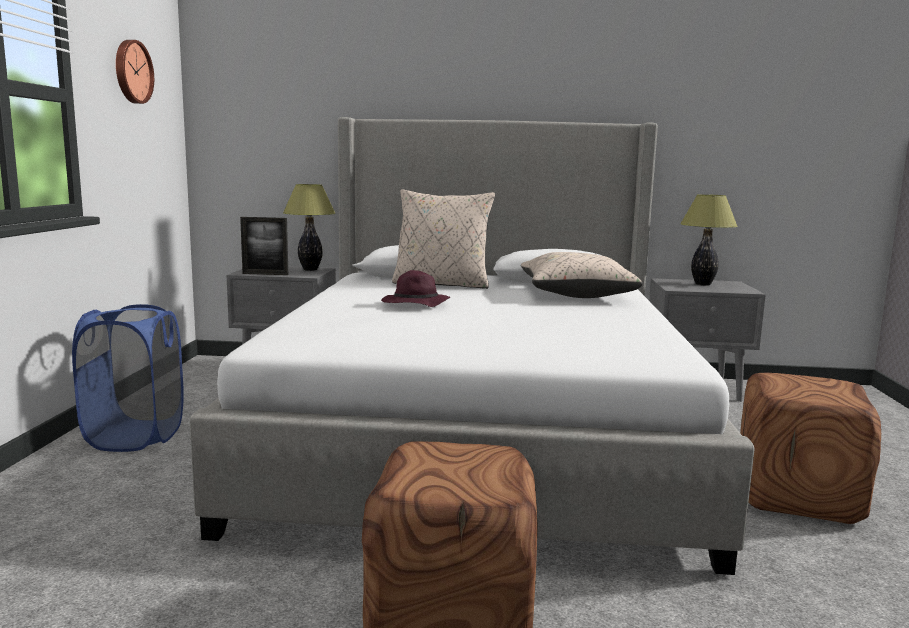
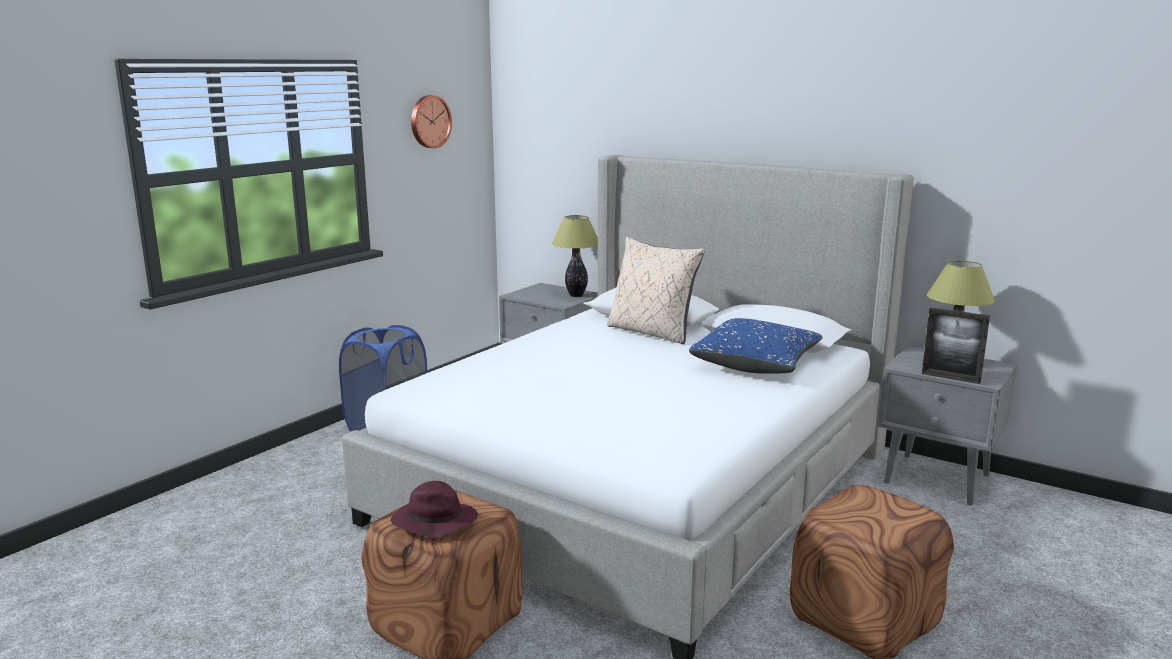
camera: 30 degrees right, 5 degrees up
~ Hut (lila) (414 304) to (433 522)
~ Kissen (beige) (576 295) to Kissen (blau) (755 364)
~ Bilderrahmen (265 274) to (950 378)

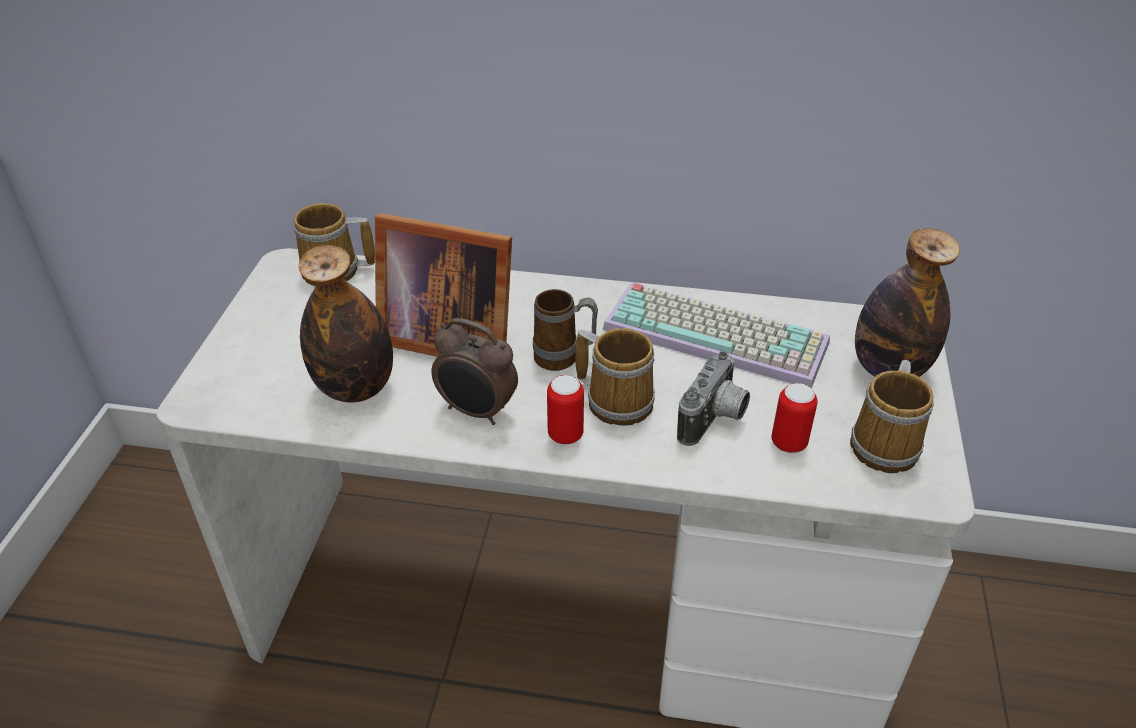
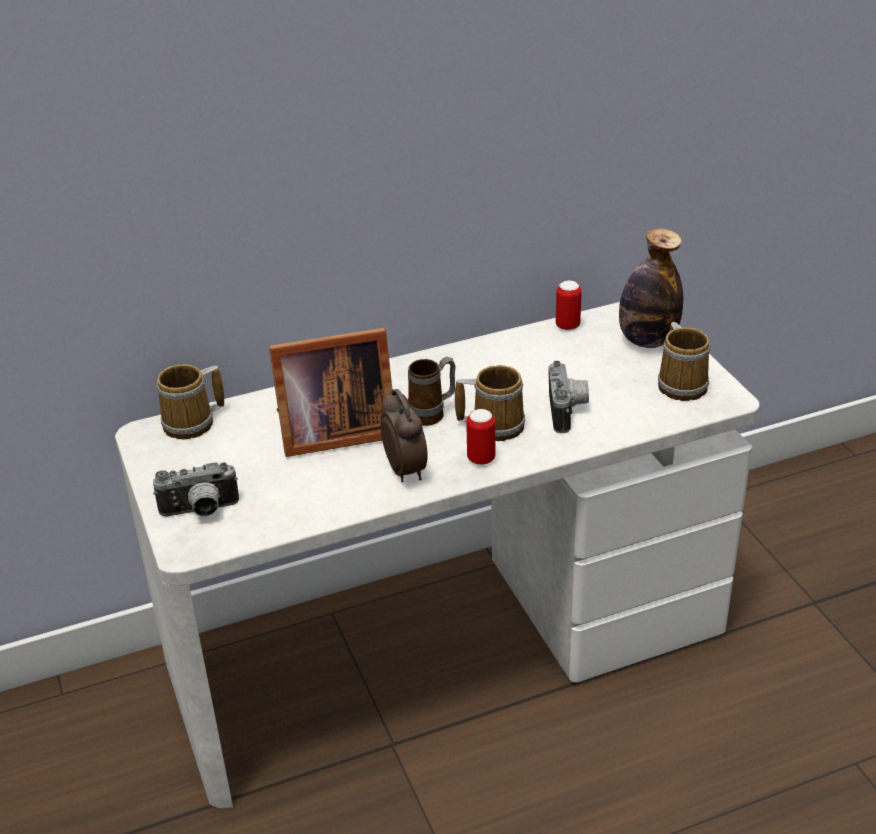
camera: 30 degrees left, 5 degrees down
+ Kamera (200 512)
~ Wecker (477 412) = (406 469) 105 degrees counterclockwise
~ Dose (788 443) to (567 326)
- Flasche (355 388)
- Tastatur (719 334)

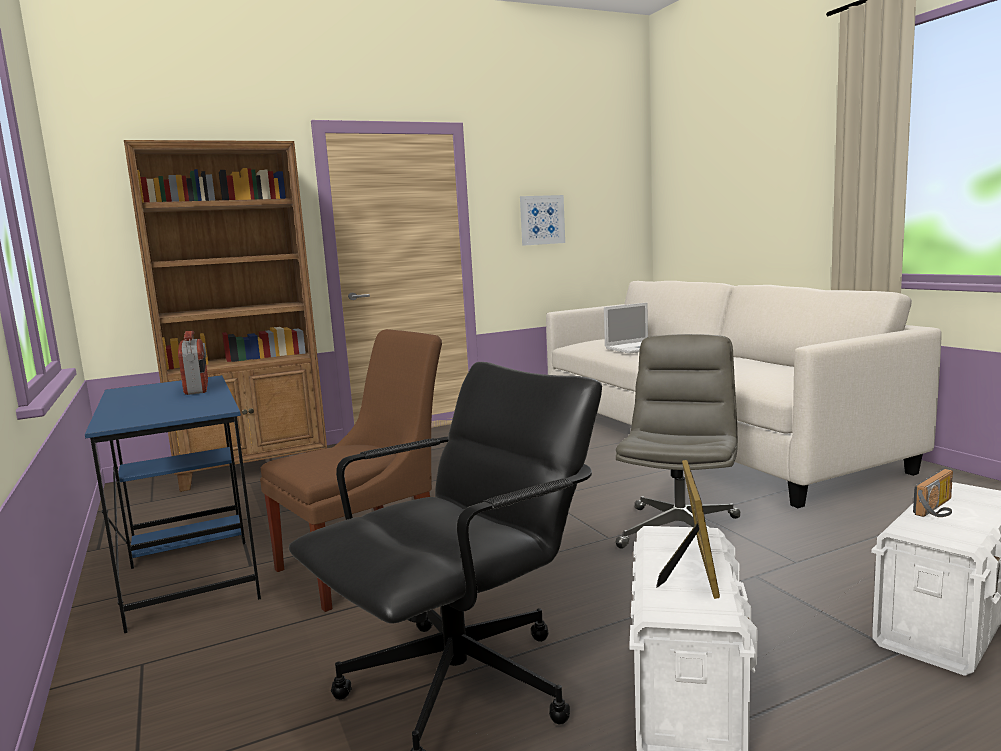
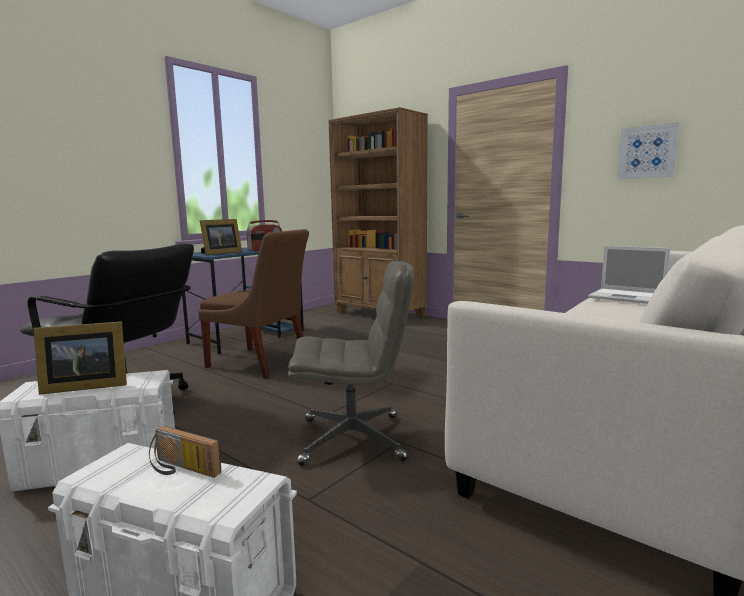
camera: 65 degrees right, 0 degrees up
+ Bilderrahmen (220 253)

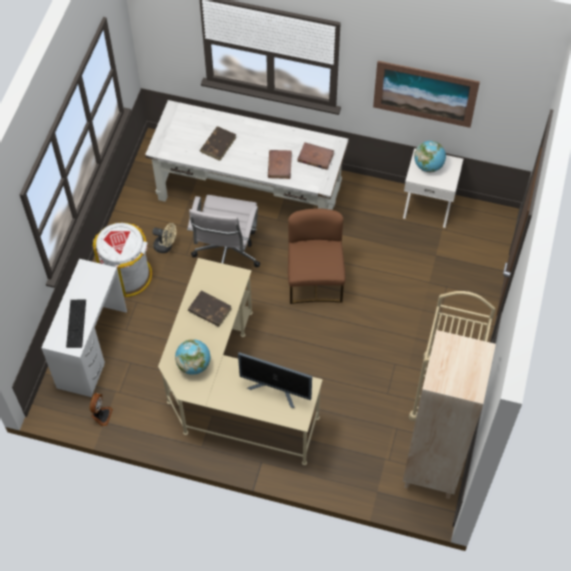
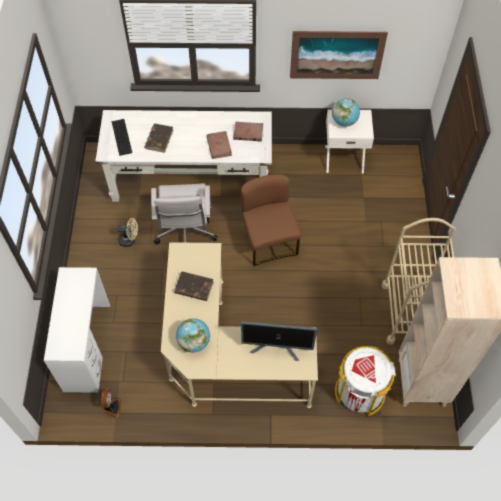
camera: 15 degrees left, 0 degrees up
~ Tastatur (76 323) to (121 137)
~ Mülleimer (weiß) (127 274) to (360 391)

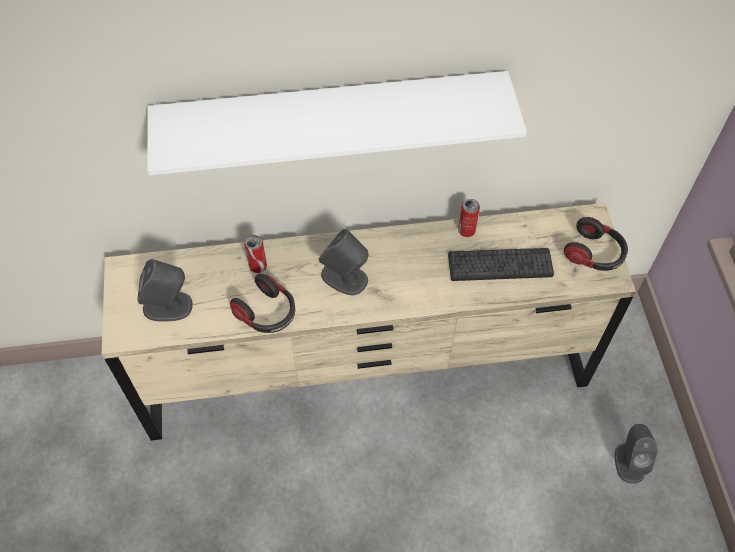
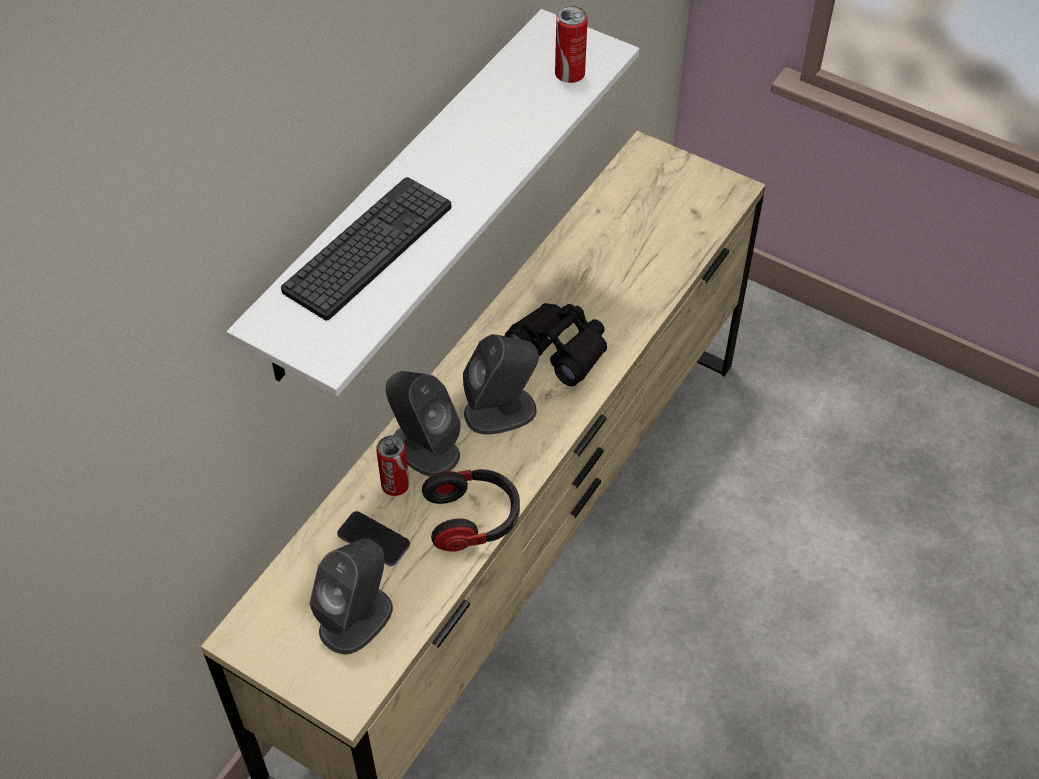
camera: 50 degrees left, 5 degrees down
~ Tastatur (500 265) to (368 248)
+ Handy (373 540)
~ Lautsprecher (grau) (629 462) to (424 448)
+ Fernglas (schwarz) (560 348)
~ Dose (466 230) to (569 74)
- Kopfhörer (594 254)

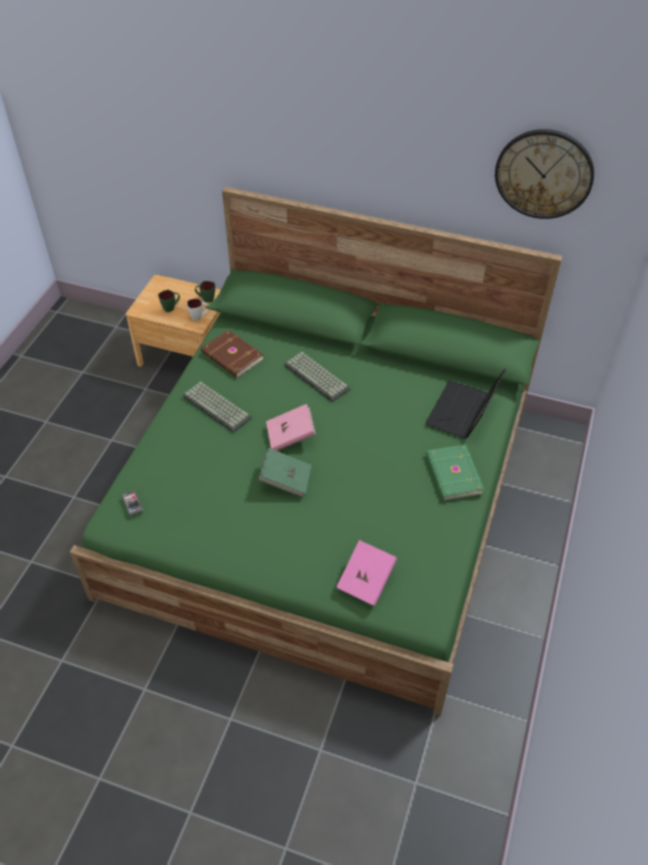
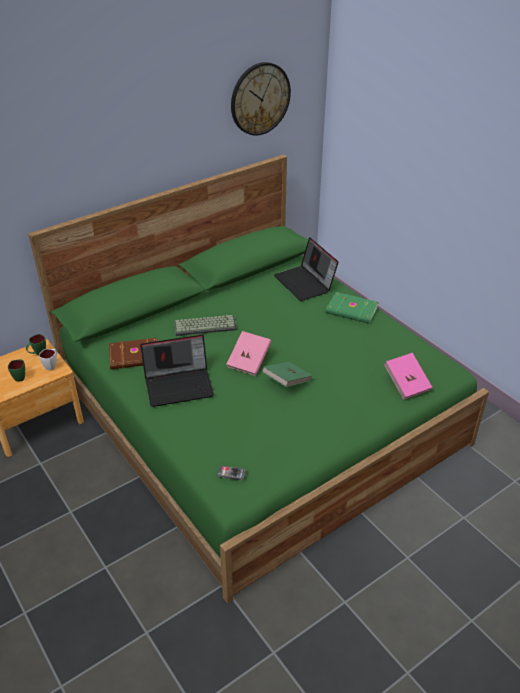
camera: 55 degrees left, 10 degrees down
~ Tastatur (218 407) to Laptop (179 385)

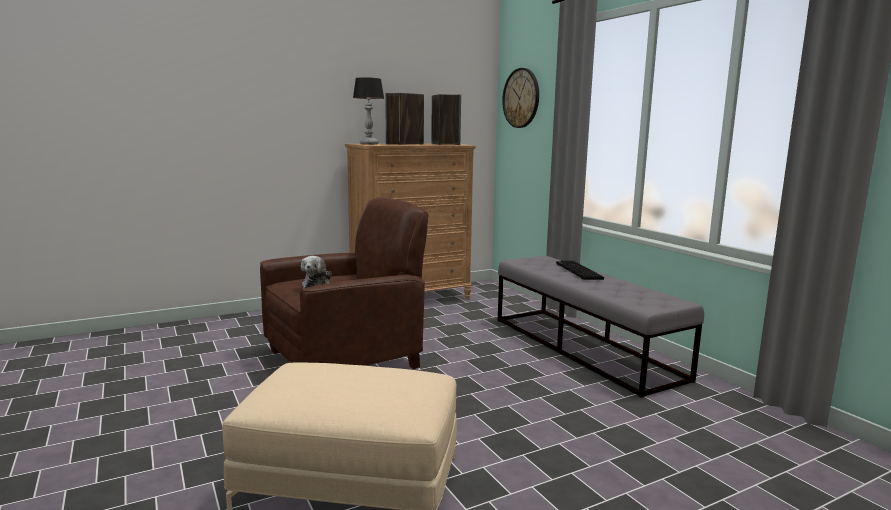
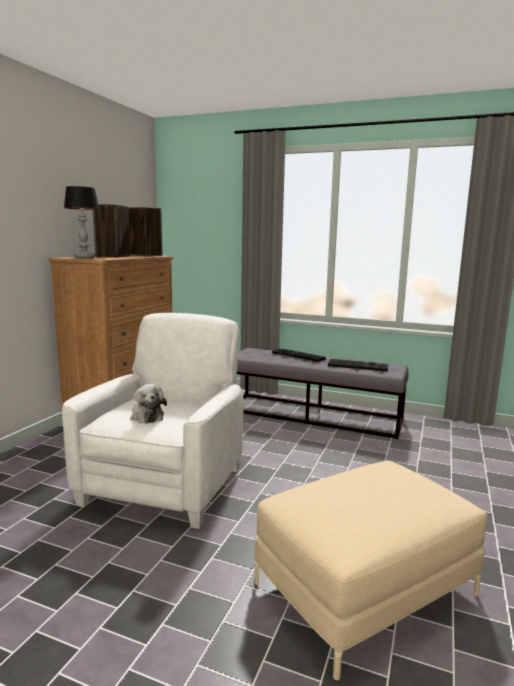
camera: 40 degrees left, 0 degrees up
~ Sessel (braun) (345 359) to Sessel (weiß) (165 484)
+ Tastatur (358 366)
- Wanduhr (521 98)

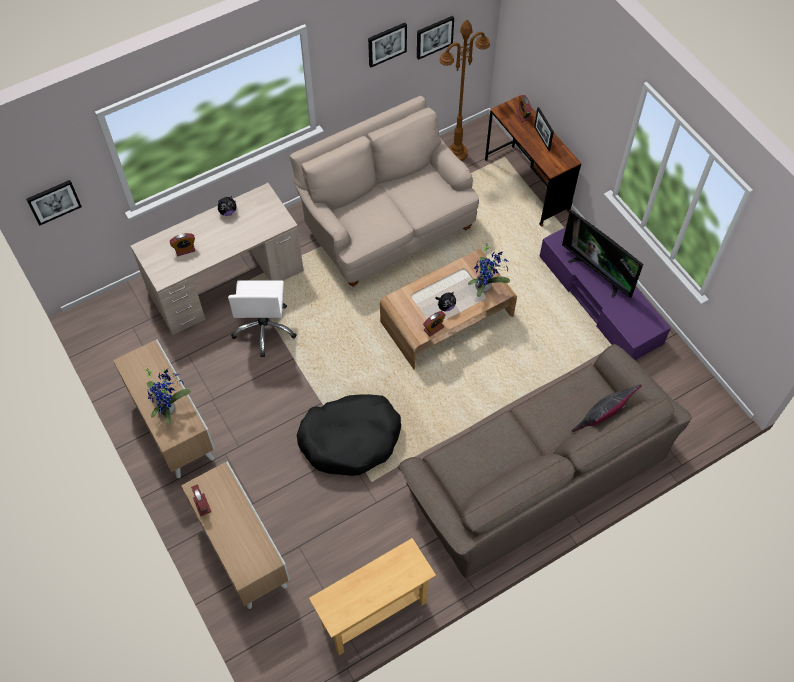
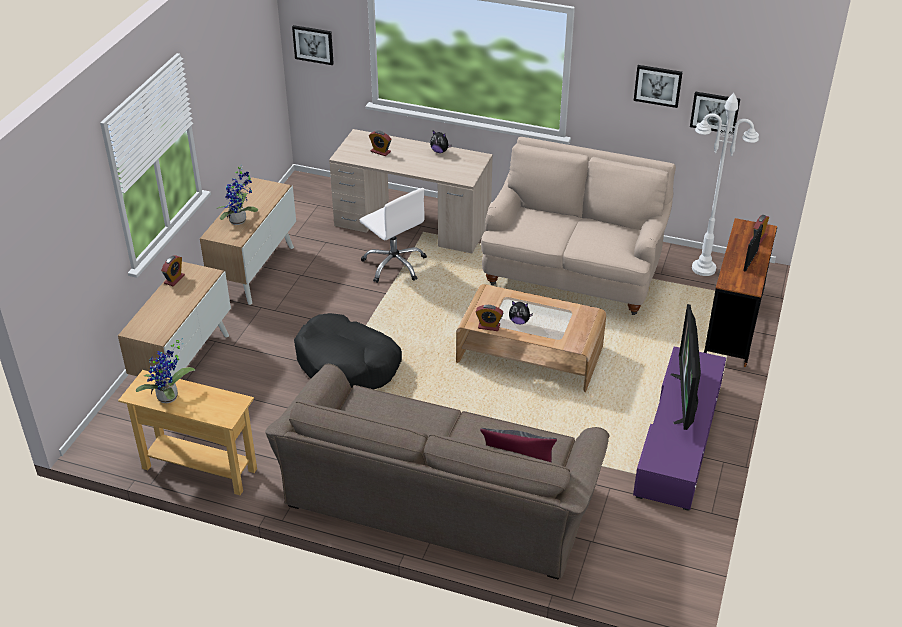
camera: 50 degrees right, 20 degrees down
~ Topfpflanze (485 286) to (169 398)
~ Bürostuhl (weiß) (265 329) = (394 264) 90 degrees counterclockwise
~ Stehlampe (braun) (457 153) to Stehlampe (weiß) (704 268)

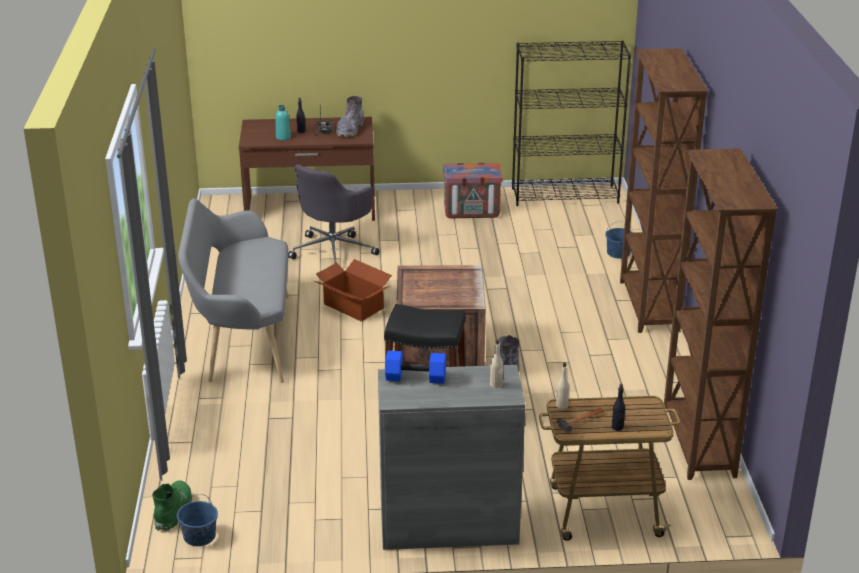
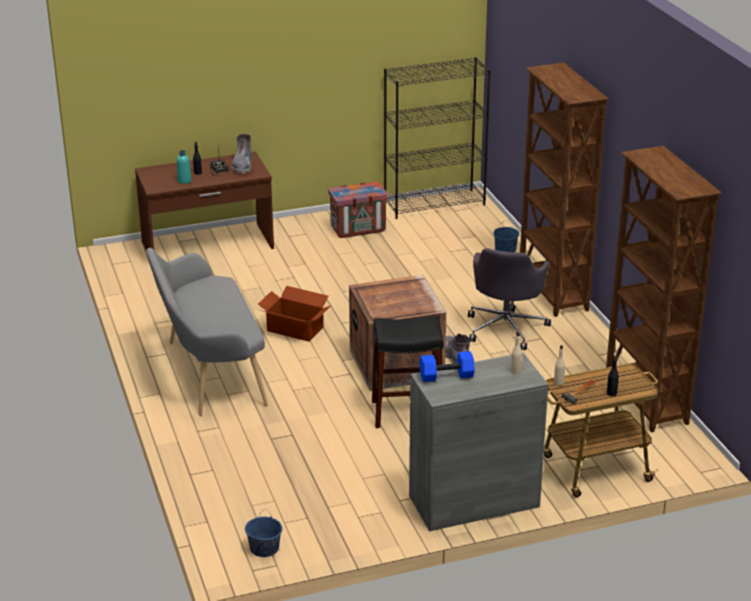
camera: 15 degrees left, 0 degrees up
~ Bürostuhl (grau) (334 251) to (506 328)
- Stiefel (grün) (173 512)

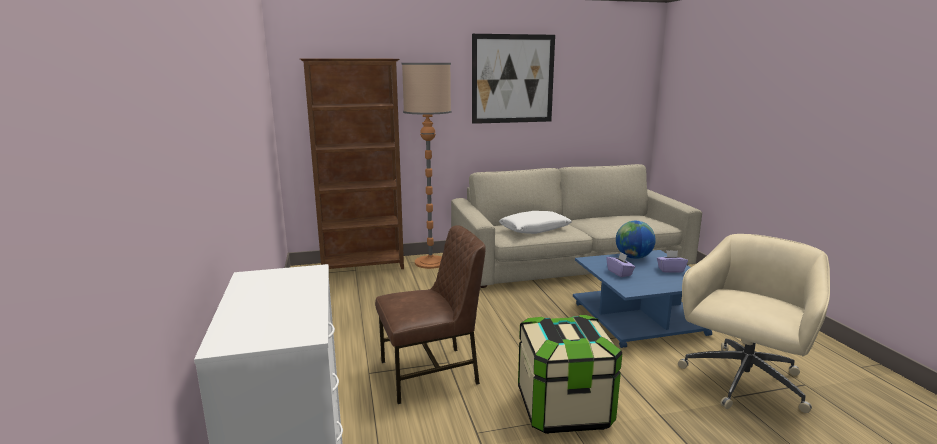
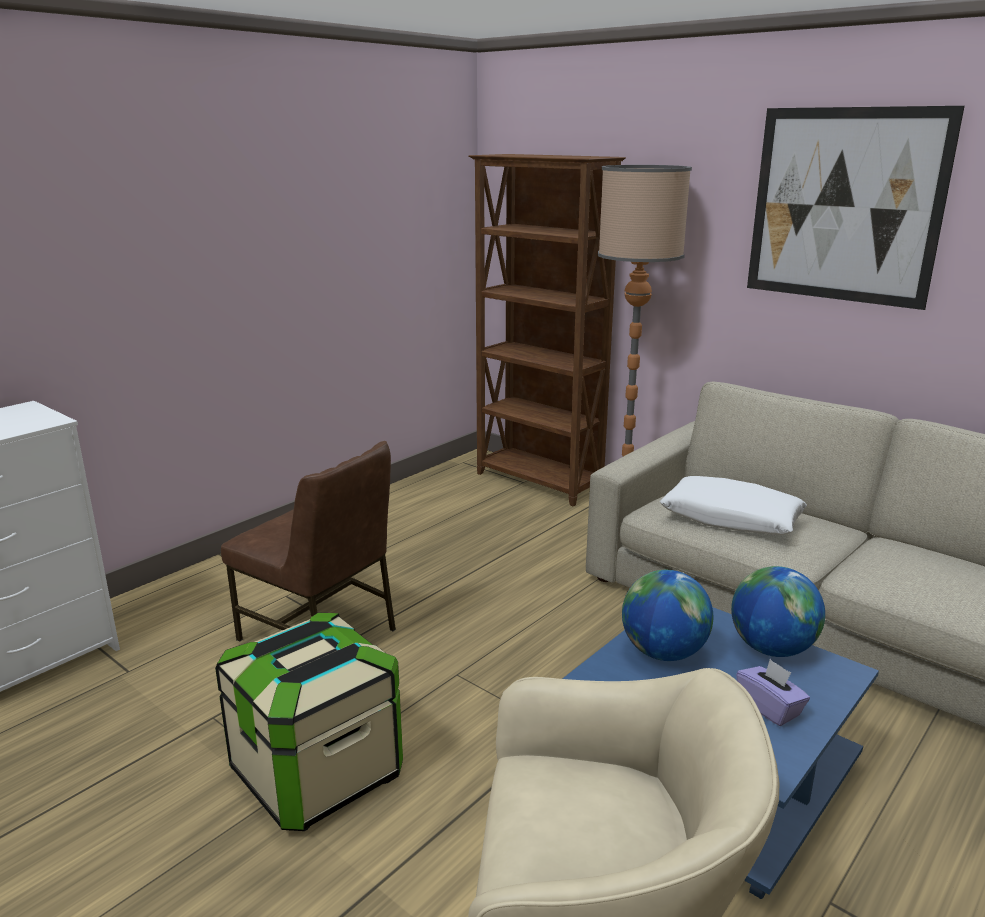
camera: 55 degrees right, 5 degrees up
~ Taschentuchbox (lila) (619 273) to Globus (663 653)

